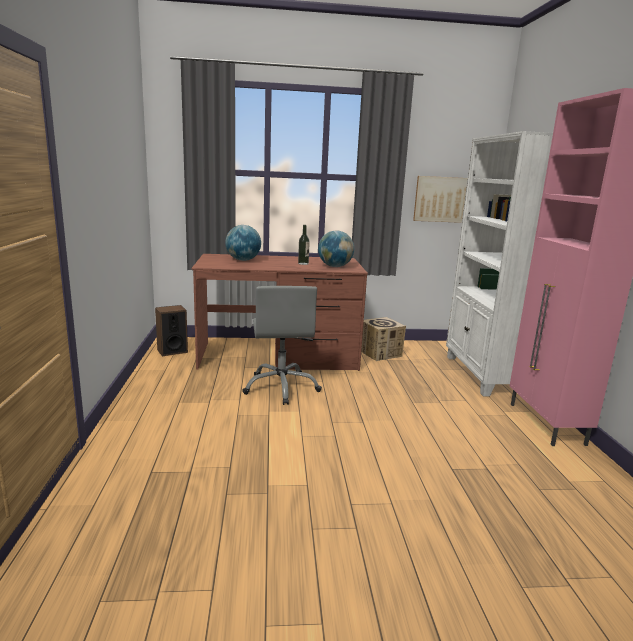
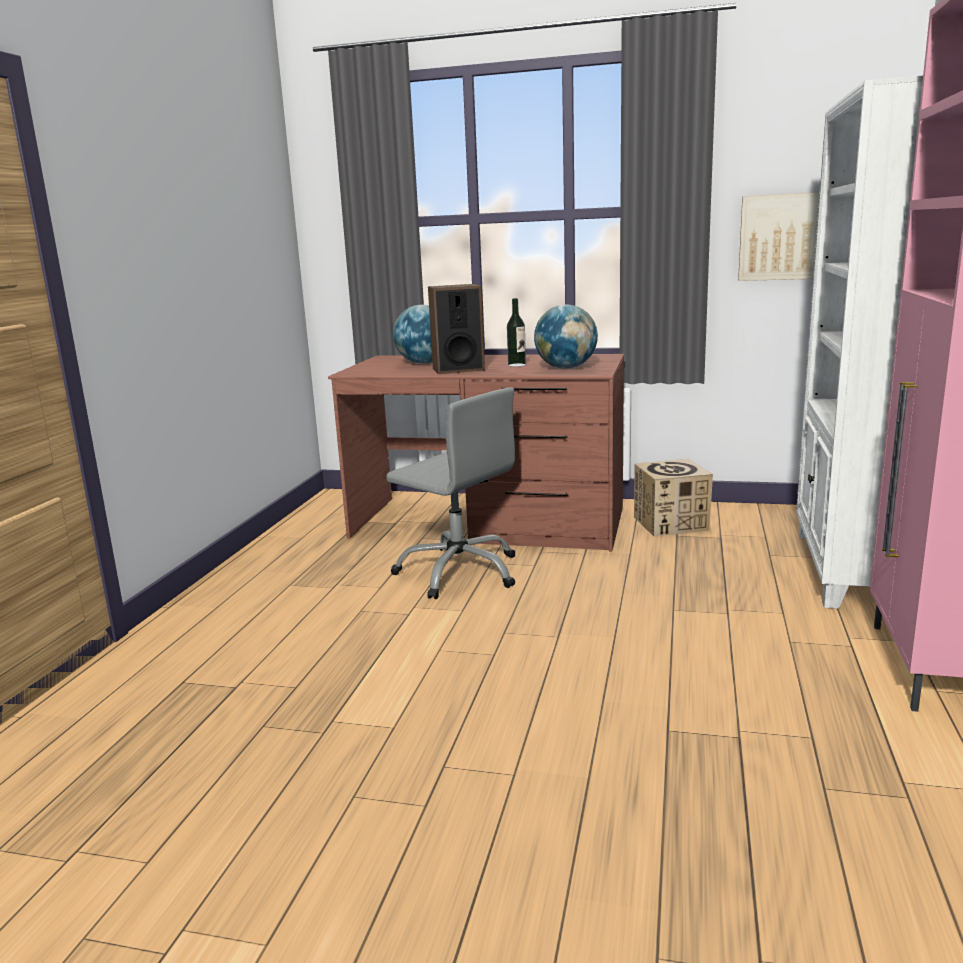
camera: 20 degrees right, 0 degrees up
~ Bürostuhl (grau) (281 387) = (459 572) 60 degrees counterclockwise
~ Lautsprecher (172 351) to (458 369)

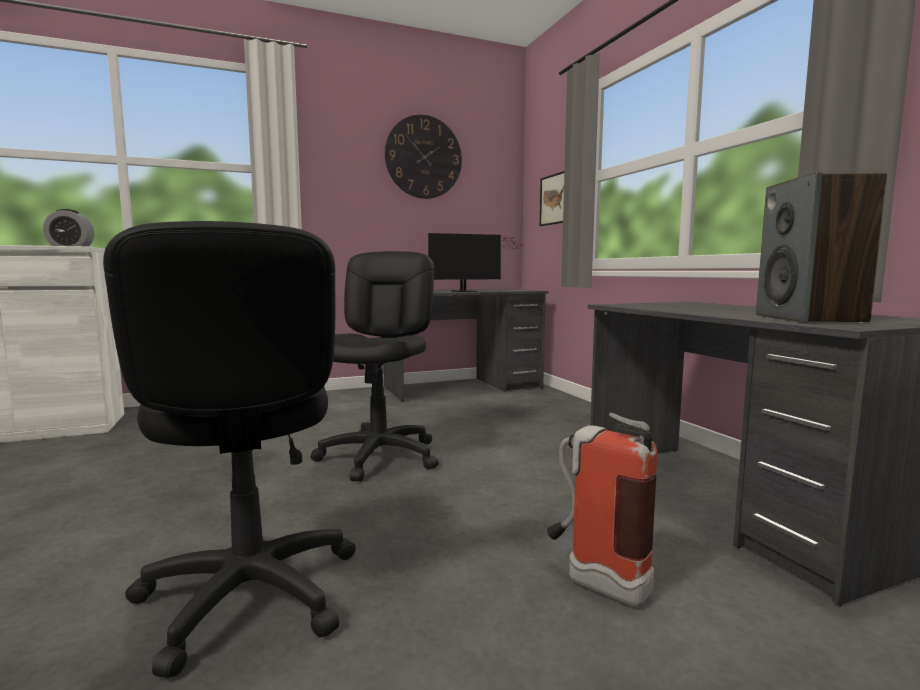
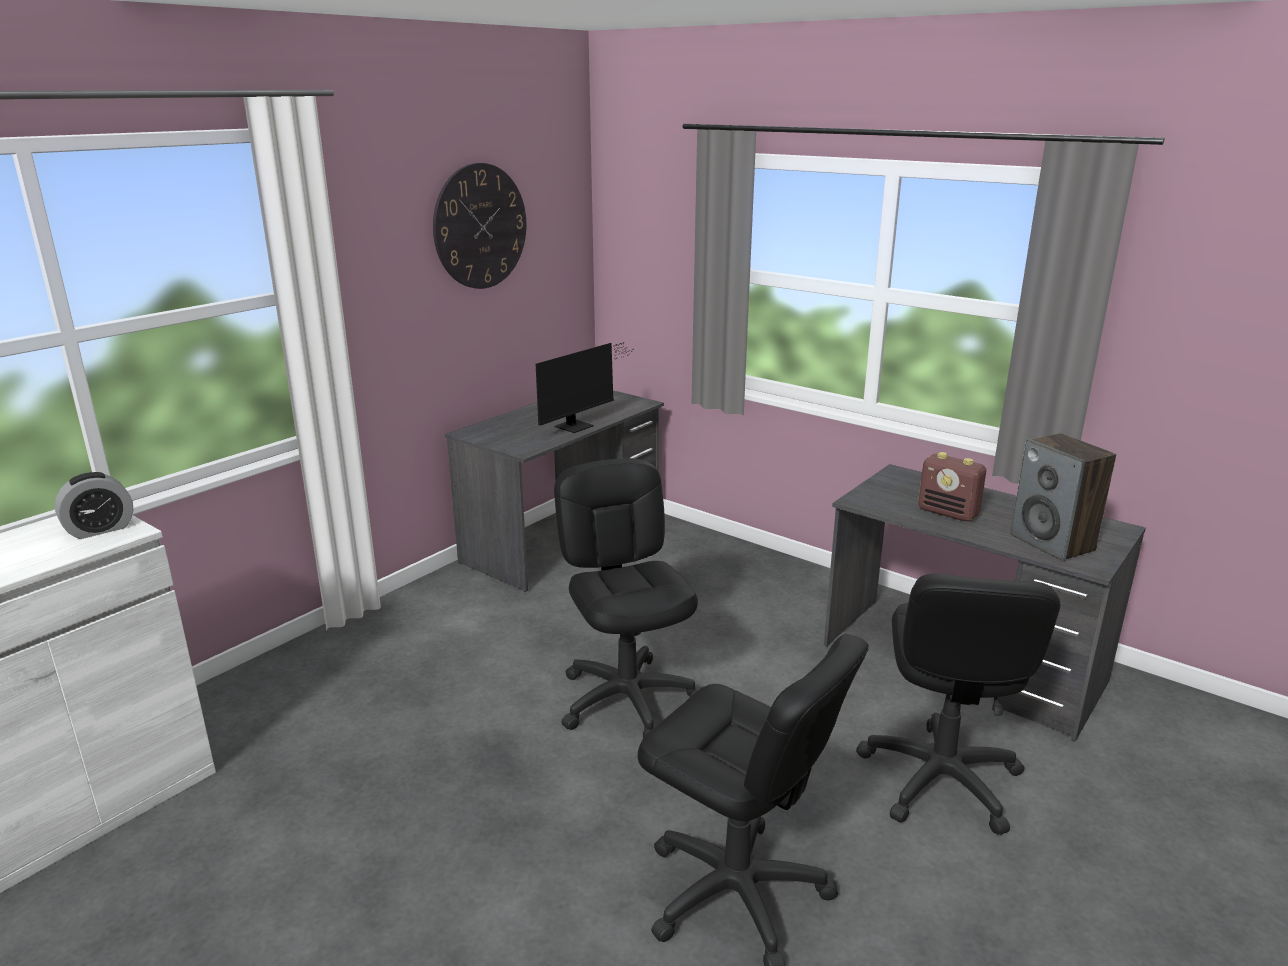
camera: 30 degrees left, 15 degrees up
~ Feuerlöscher (594 582) to Bürostuhl (schwarz) (940 779)
+ Radio (948 513)
- Bild (554 199)

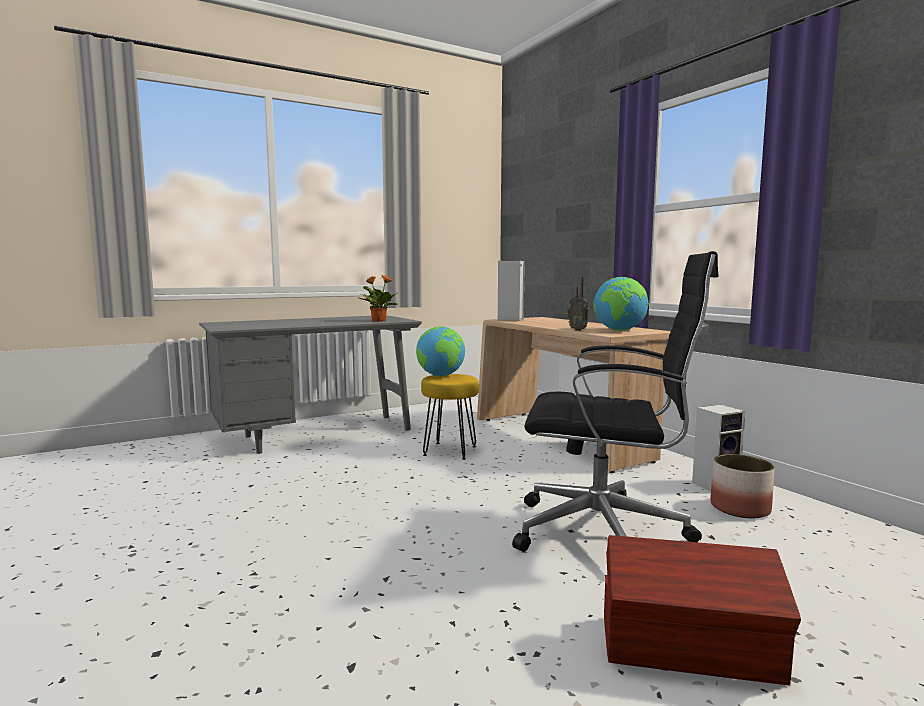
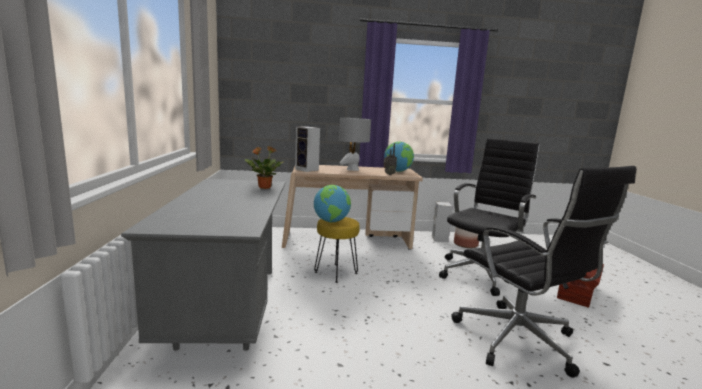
camera: 65 degrees left, 5 degrees up
+ Tischlampe (grau) (352 169)
+ Bürostuhl (schwarz) (519 341)

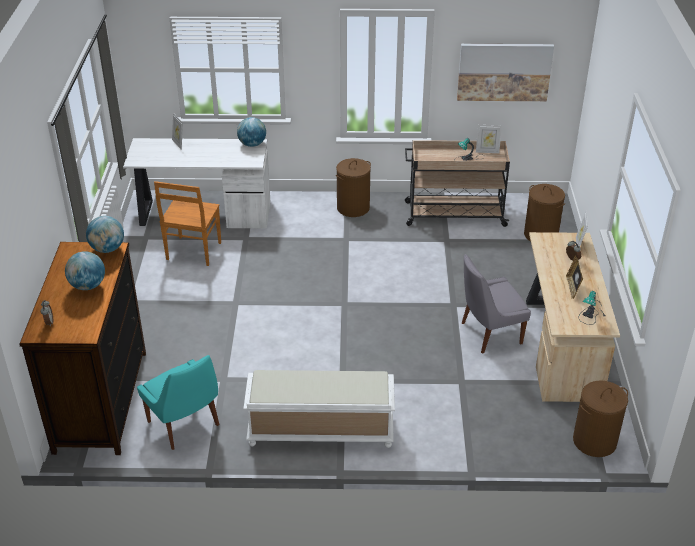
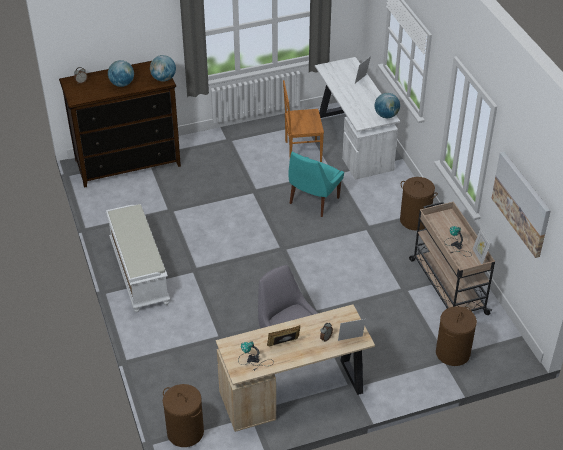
camera: 70 degrees right, 5 degrees up
~ Stuhl (türkis) (185 425) to (313 202)

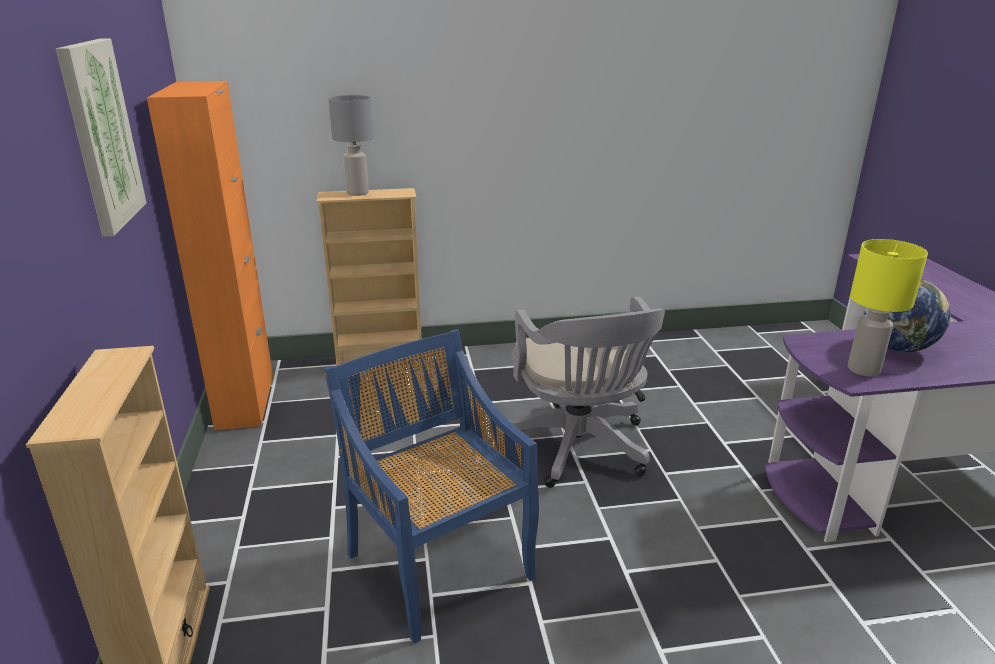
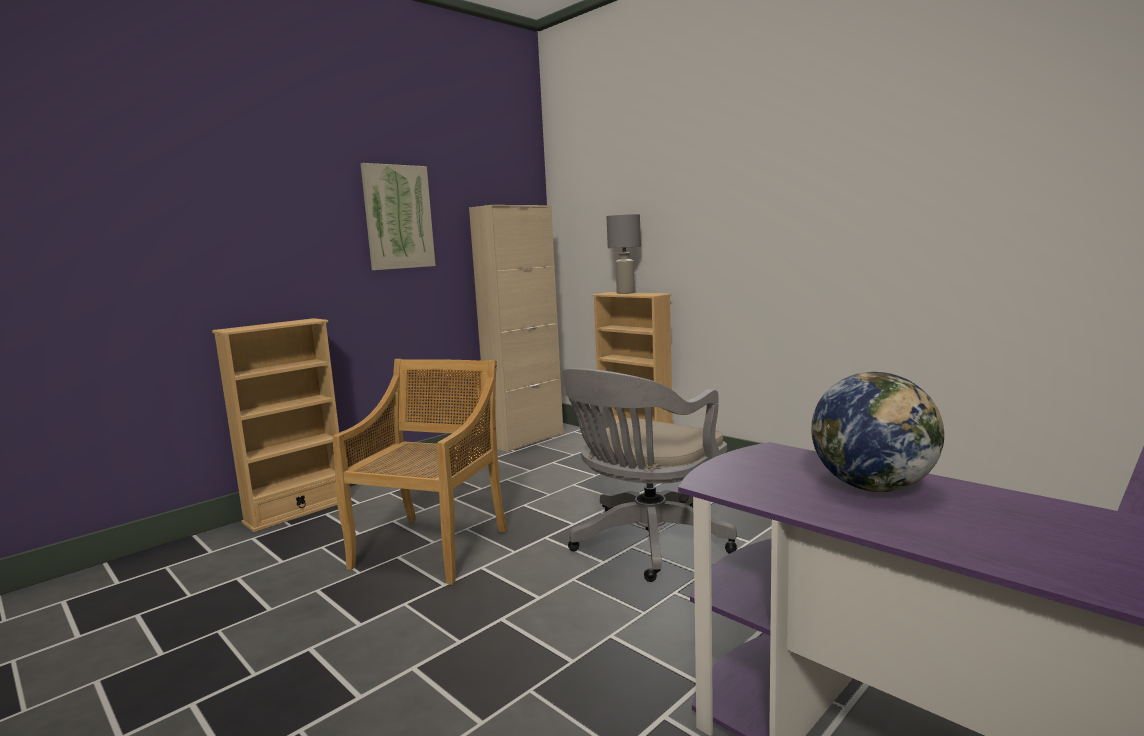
camera: 55 degrees right, 15 degrees down
~ Stuhl (blau) (438 563) to Stuhl (beige) (432 547)
~ Schrank (orange) (245 402) to Schrank (beige) (526 439)
- Tischlampe (gelb) (863 369)

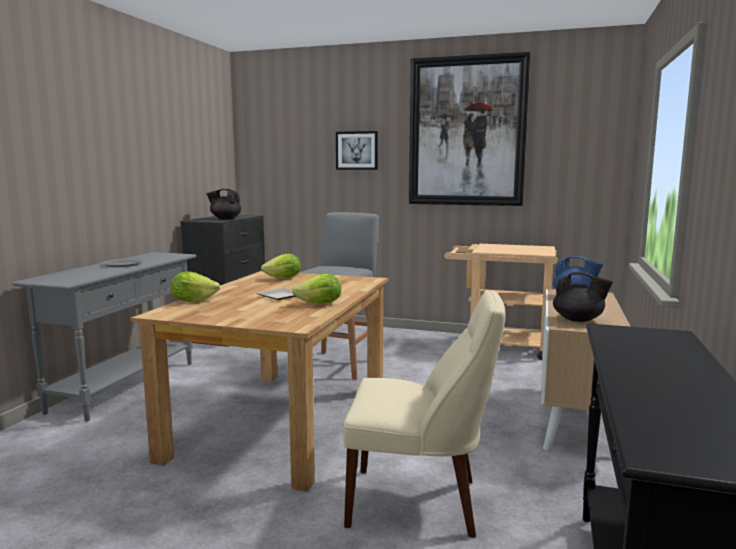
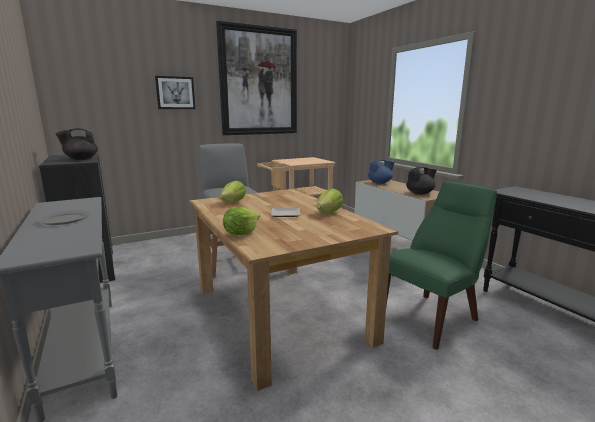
camera: 45 degrees left, 5 degrees up
~ Stuhl (beige) (420 502) to Stuhl (grün) (432 317)

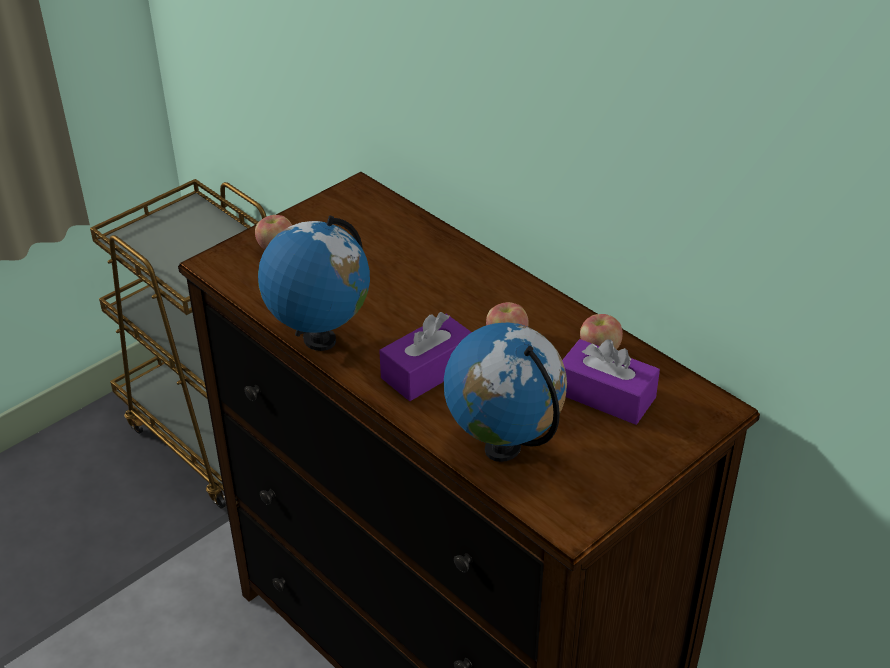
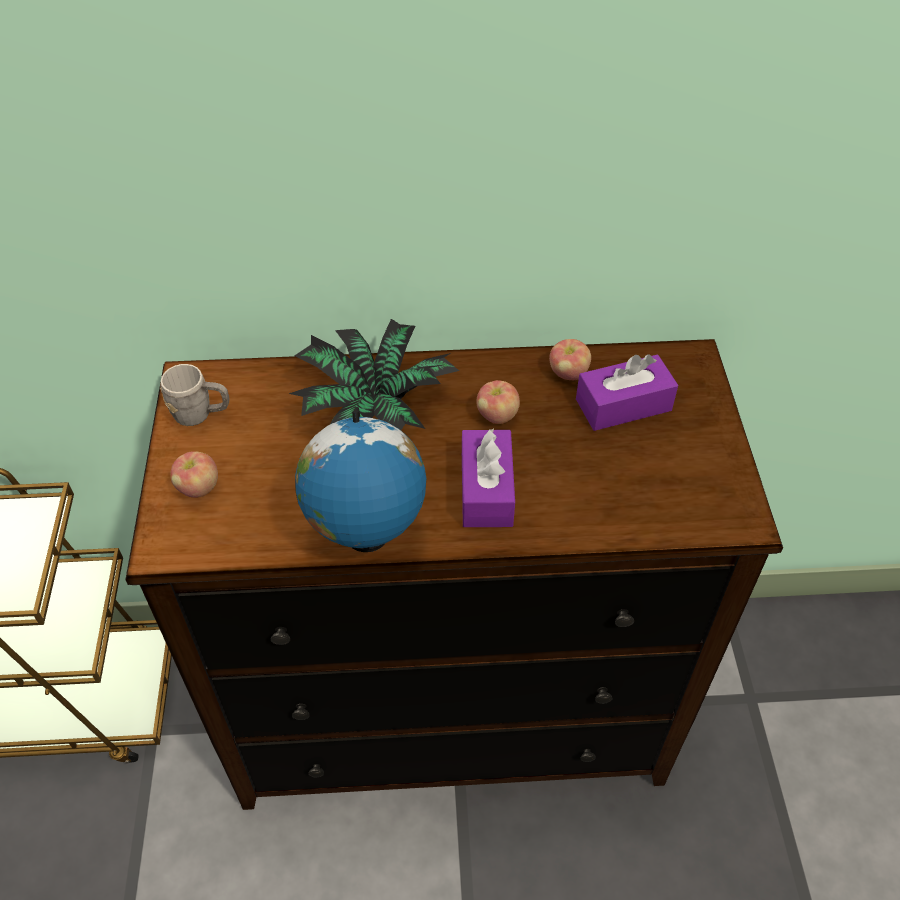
camera: 50 degrees left, 10 degrees up
+ Henkelbecher (grau) (201 414)
+ Topfpflanze (374 408)
- Globus (503 448)

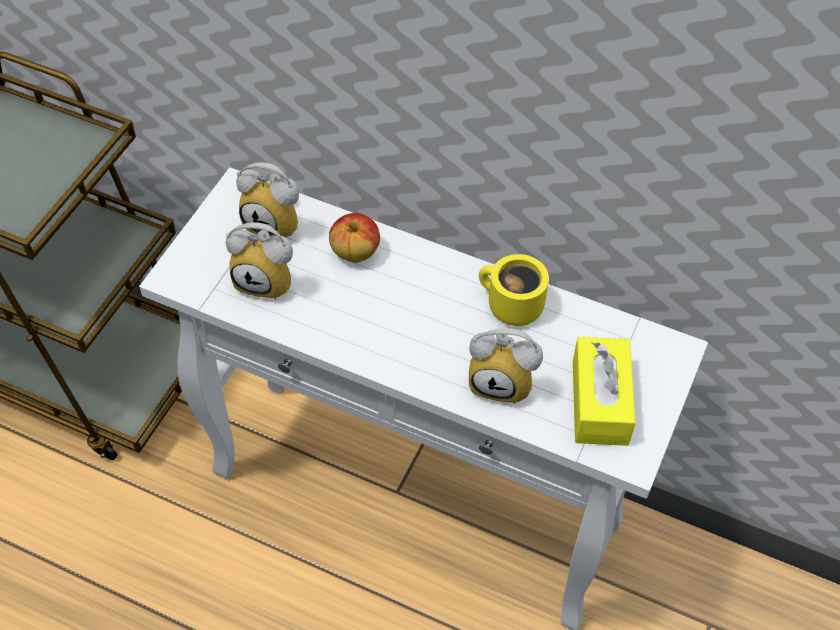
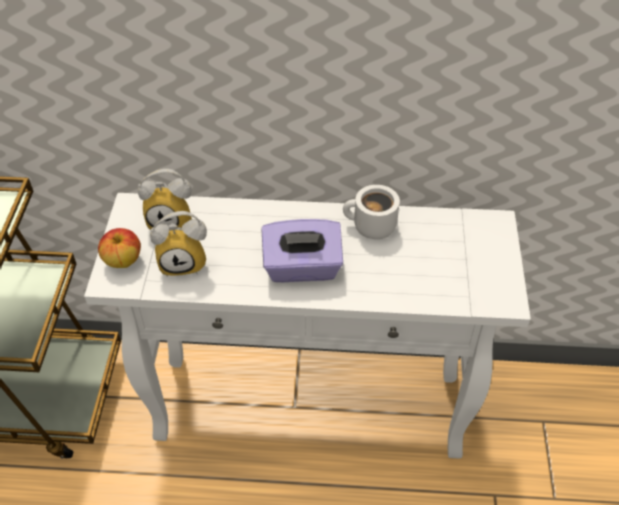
camera: 20 degrees left, 5 degrees down
~ Apfel (355 253) to (123 261)
+ Taschentuchbox (lila) (302 268)
~ Henkelbecher (gelb) (509 307) to Henkelbecher (weiß) (370 228)
- Wecker (503 381)
- Taschentuchbox (gelb) (599 402)

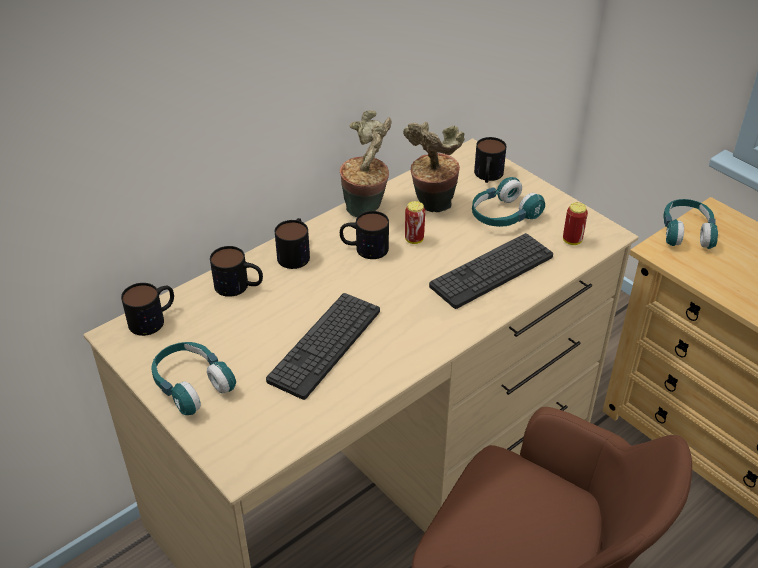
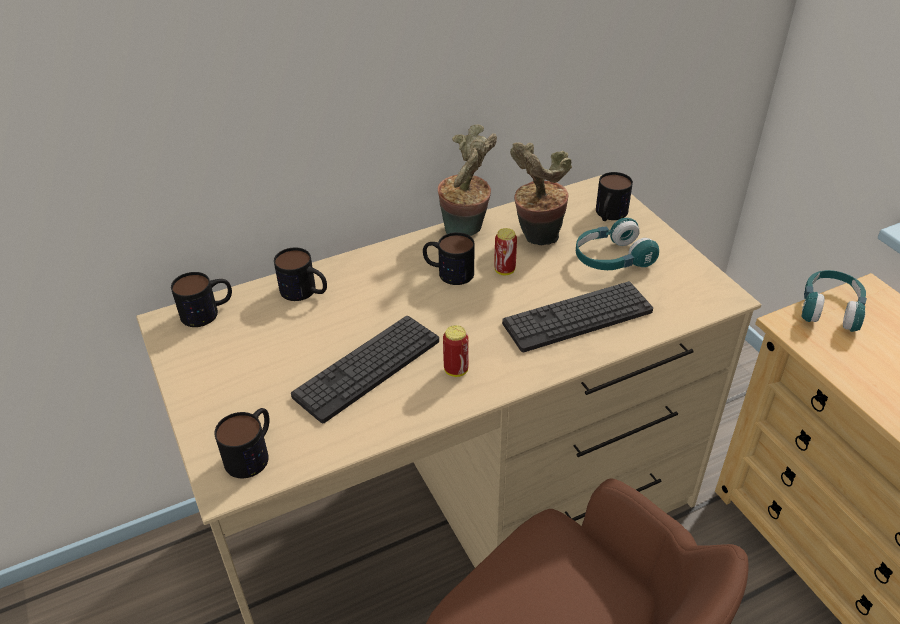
camera: 15 degrees right, 0 degrees up
~ Henkelbecher (295 253) to (252 452)
~ Dose (572 241) to (456 370)
- Kopfhörer (türkis) (192 385)

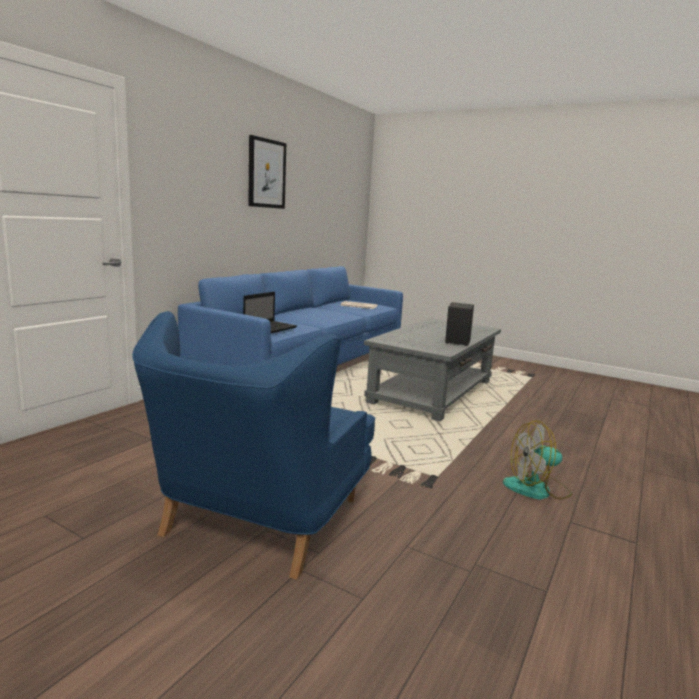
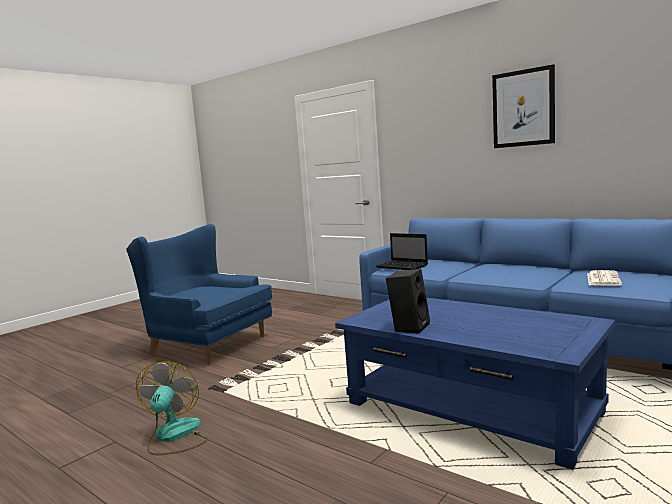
camera: 100 degrees right, 5 degrees down
~ Couchtisch (grau) (432 391) to Couchtisch (blau) (471 408)

